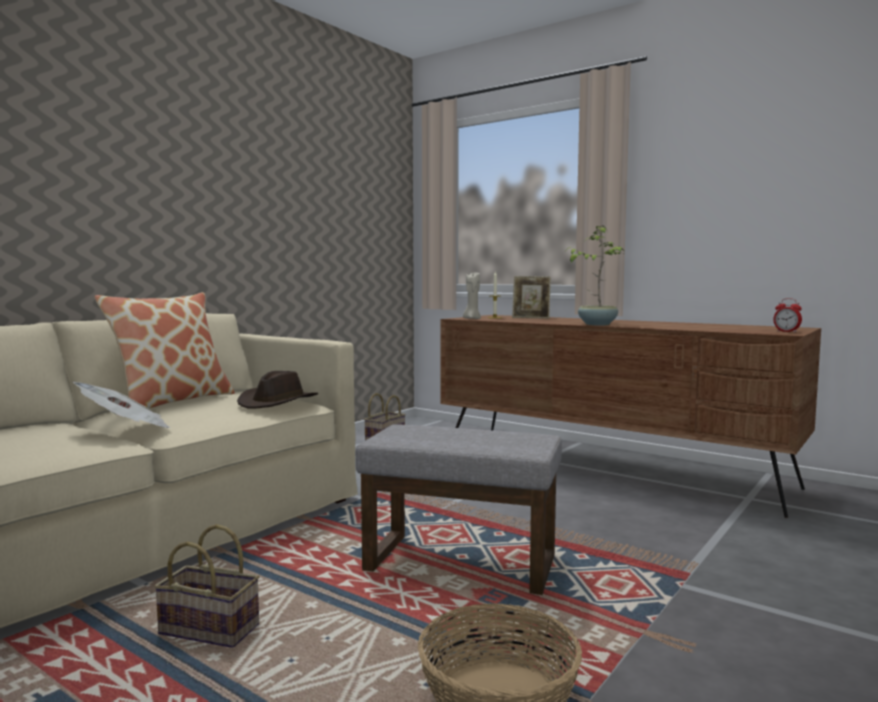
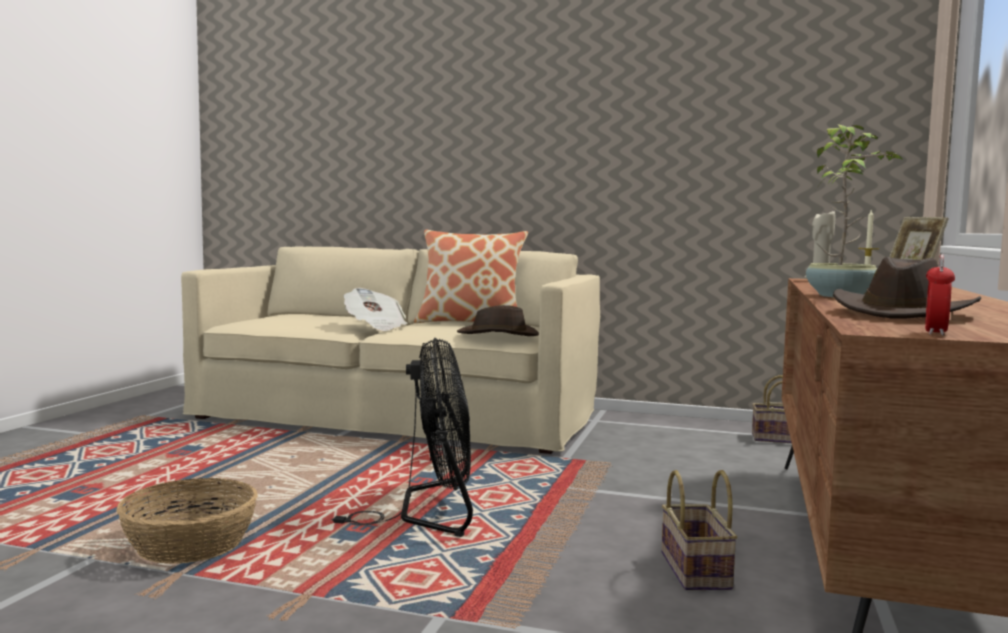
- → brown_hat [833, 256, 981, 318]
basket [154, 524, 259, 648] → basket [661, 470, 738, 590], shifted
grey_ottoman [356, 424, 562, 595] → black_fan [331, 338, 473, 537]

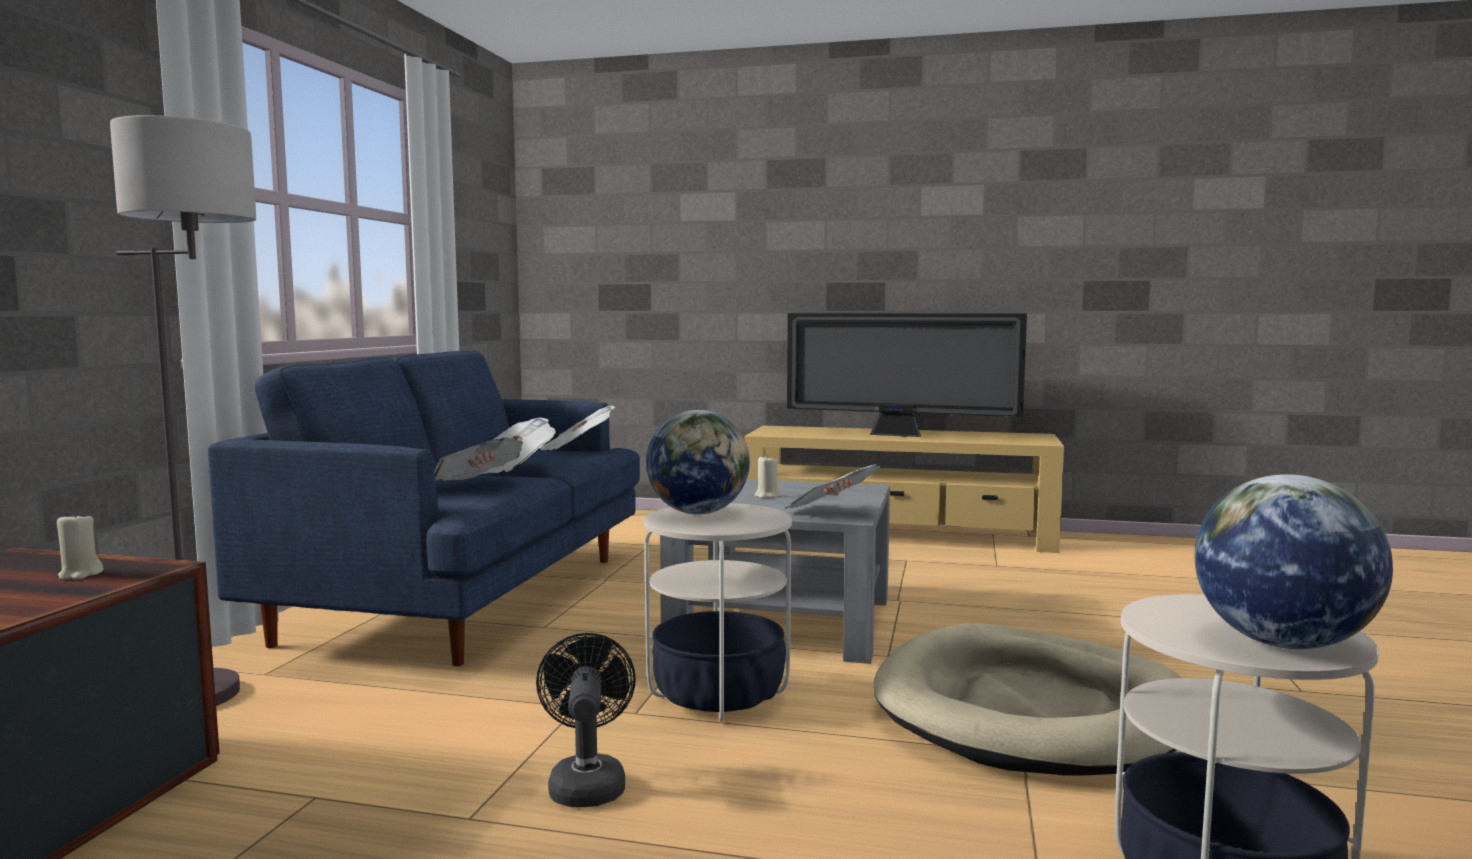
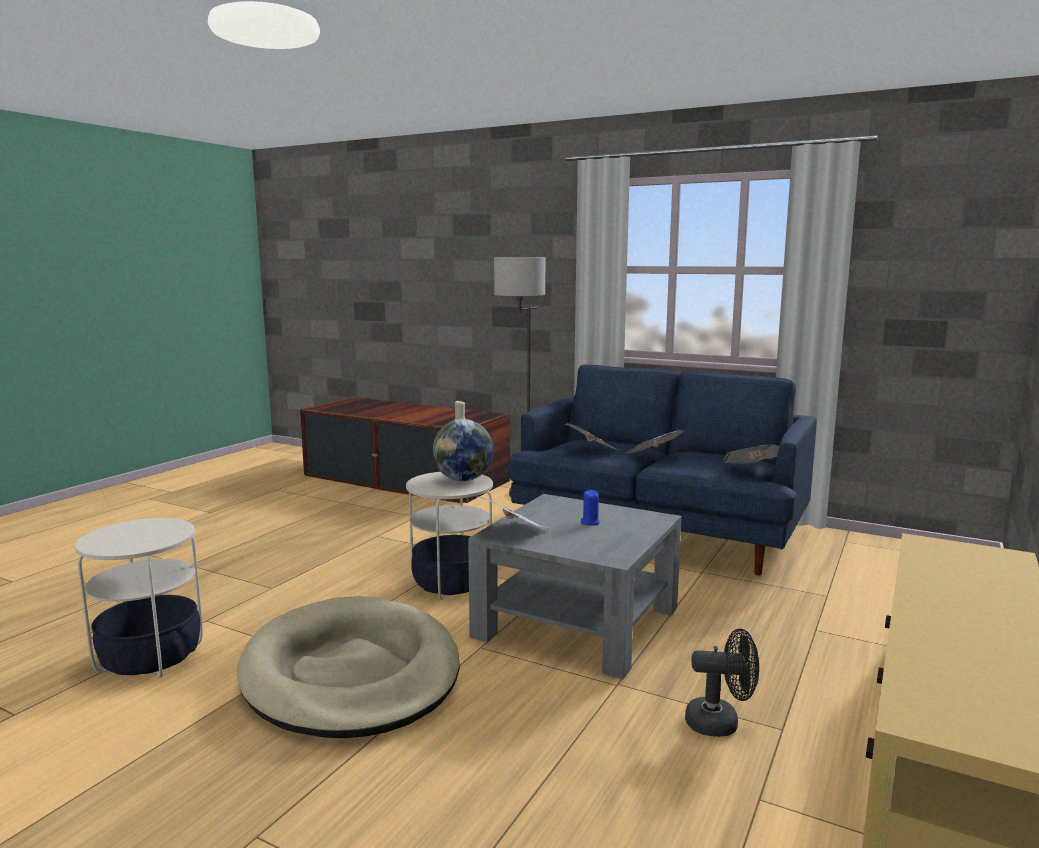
television [787, 313, 1027, 437] → -
globe [1195, 474, 1393, 649] → -
black_fan [536, 633, 636, 807] → black_fan [685, 629, 759, 737], shifted
beige_candle [755, 455, 780, 498] → blue_candle [581, 490, 600, 526]

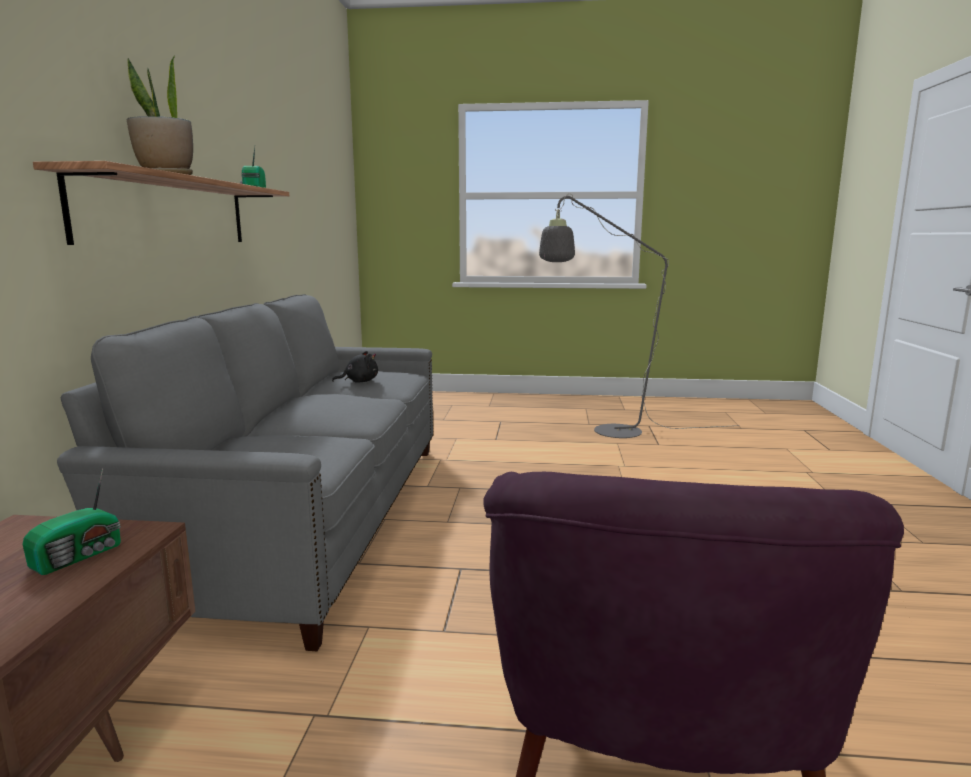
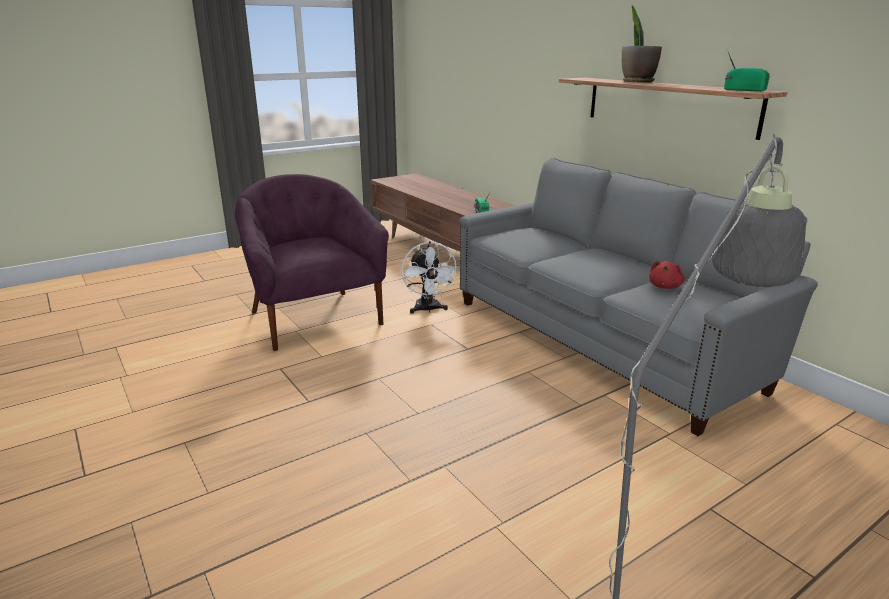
- → white_fan [401, 241, 459, 314]
black_plush_toy [332, 351, 378, 383] → red_plush_toy [649, 260, 685, 289]

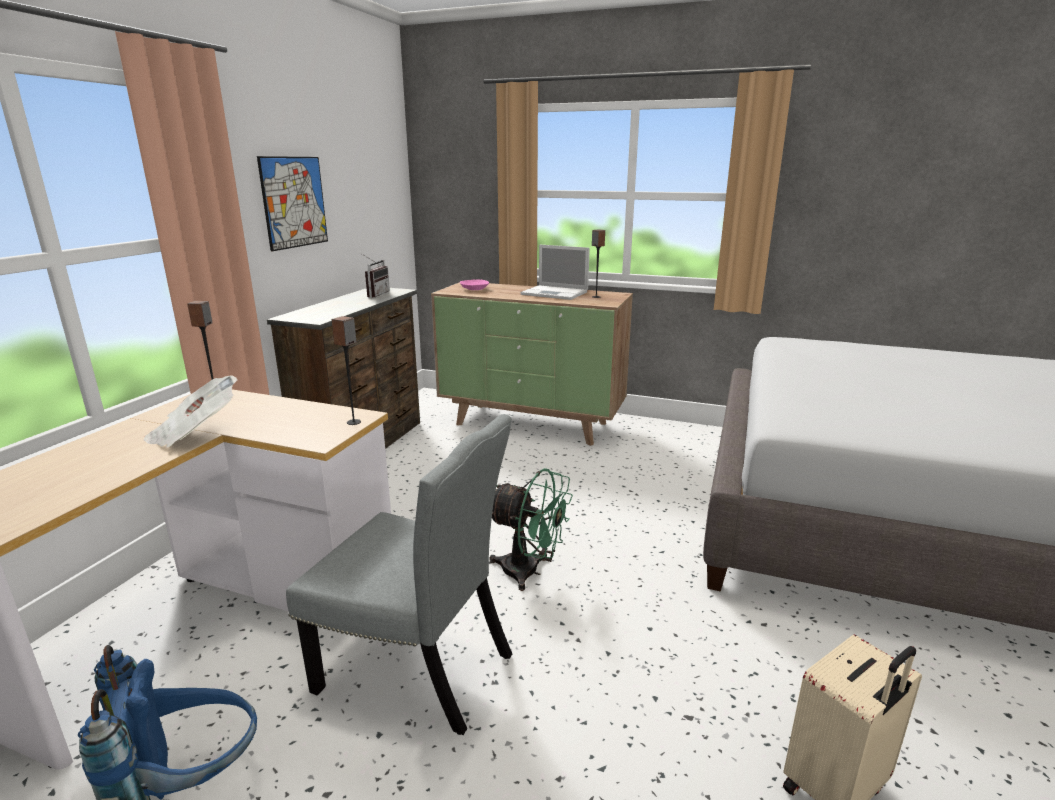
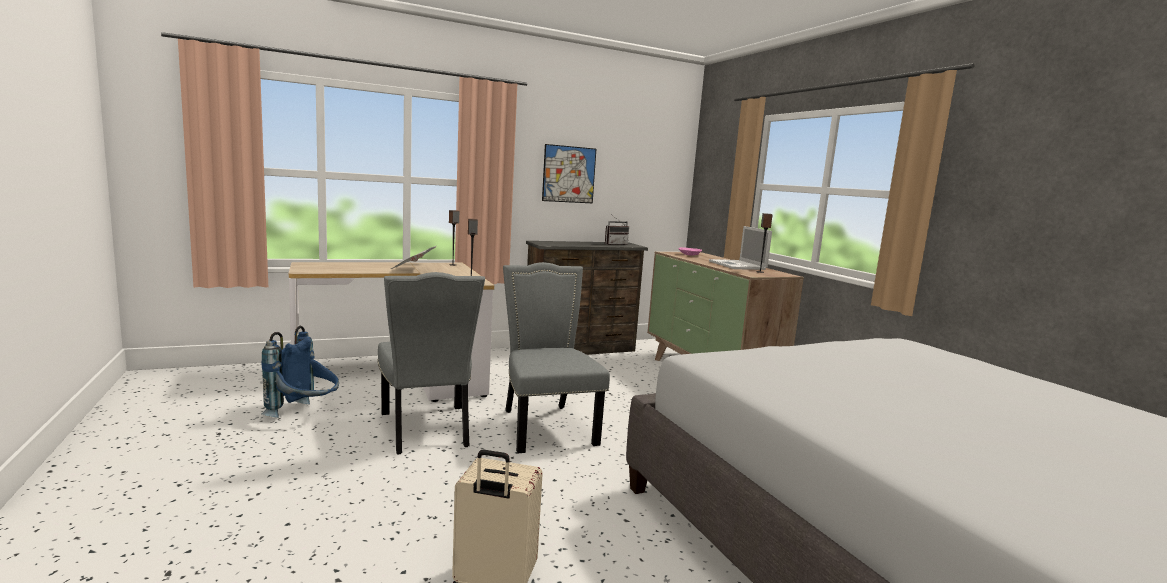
green_fan [490, 468, 573, 591] → grey_chair [503, 262, 610, 453]

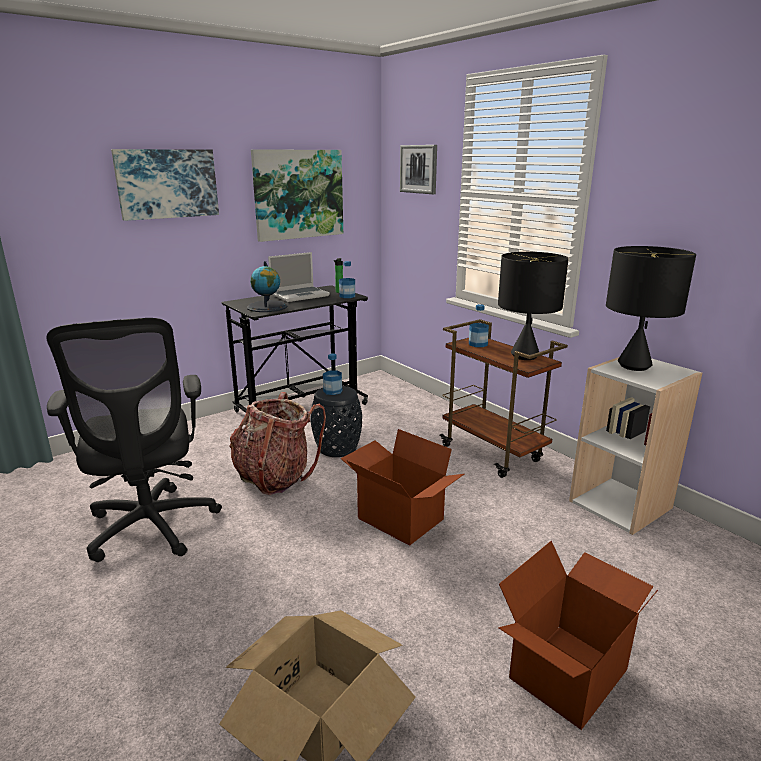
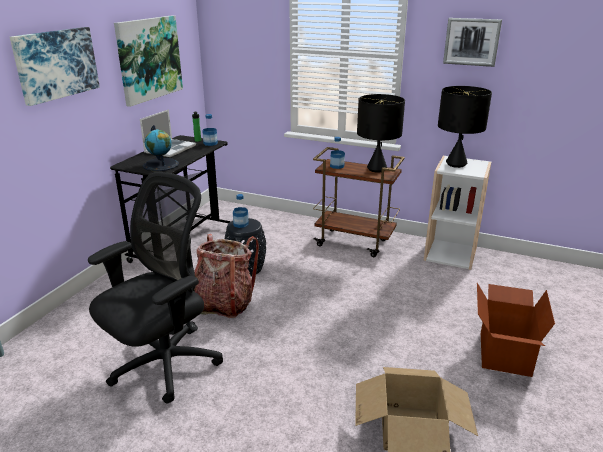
cardboard_box [341, 429, 464, 546] → -
picture [400, 145, 437, 194] → picture [443, 18, 502, 67], shifted
black_office_chair [46, 318, 222, 562] → black_office_chair [88, 172, 223, 404], 90 degrees counterclockwise

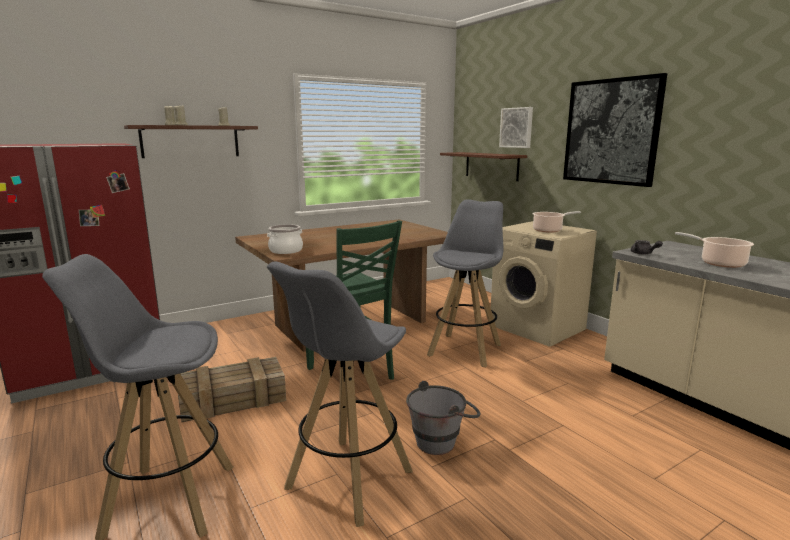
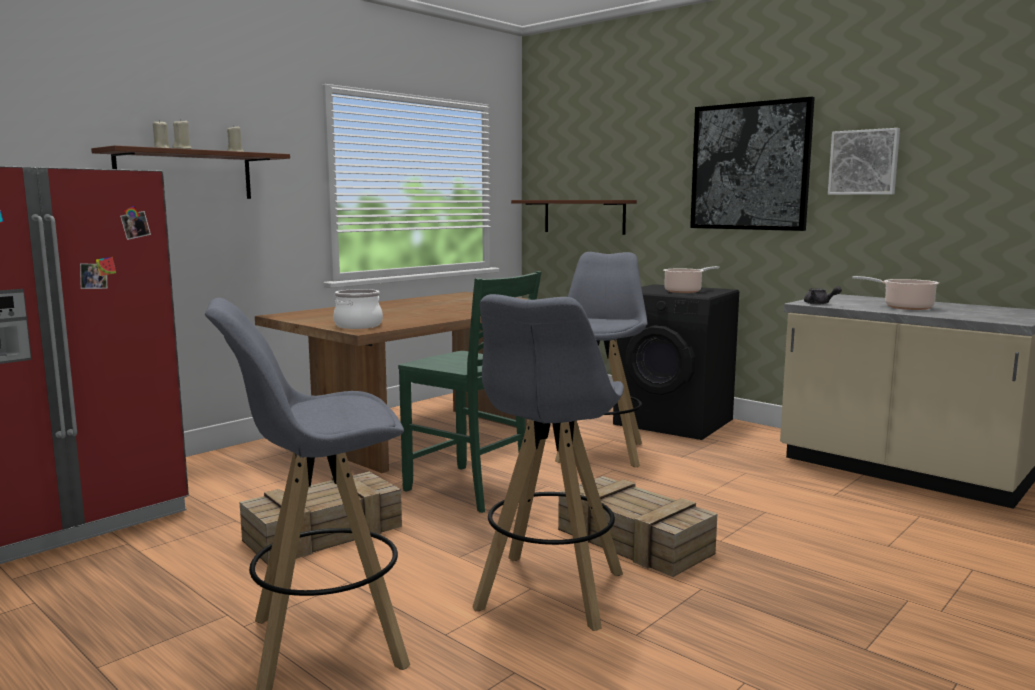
picture [499, 107, 533, 148] → picture [828, 128, 900, 195], shifted
grey_bucket [406, 381, 480, 455] → crate [558, 476, 717, 577]
beige_washing_machine [491, 221, 597, 347] → black_washing_machine [613, 284, 739, 440]

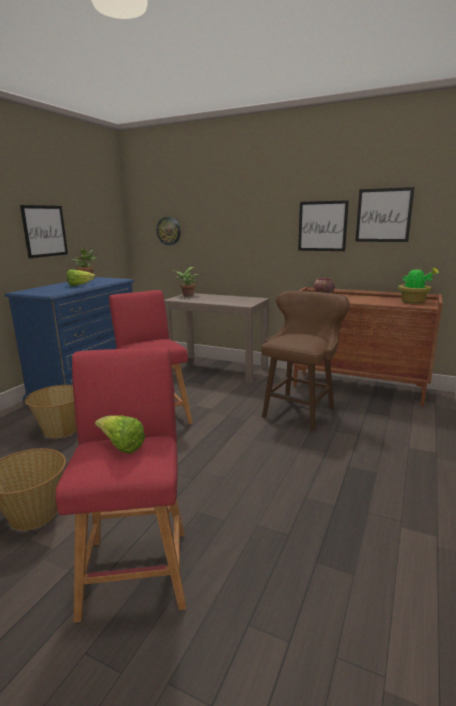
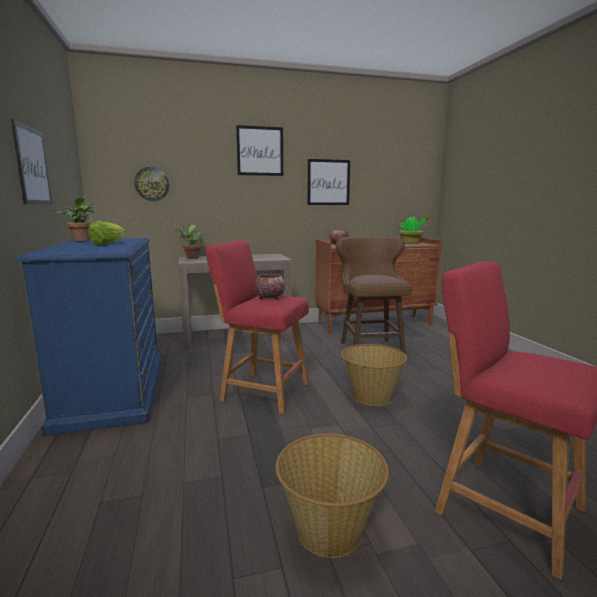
lettuce [95, 415, 145, 454] → -
- → bowl [255, 274, 285, 300]
basket [25, 385, 77, 438] → basket [341, 344, 407, 406], shifted
picture [355, 187, 415, 242] → picture [236, 125, 283, 176], shifted

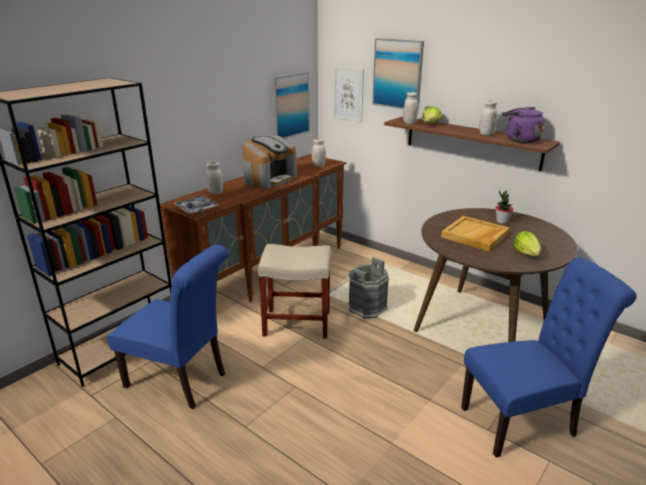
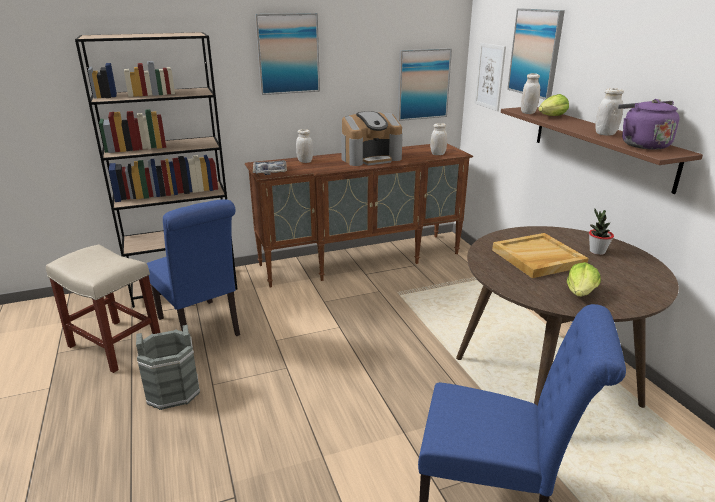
- → picture [255, 13, 320, 95]
beige_stool [258, 244, 331, 339] → beige_stool [46, 245, 160, 373], shifted
grey_bucket [348, 257, 389, 319] → grey_bucket [136, 325, 200, 410], shifted

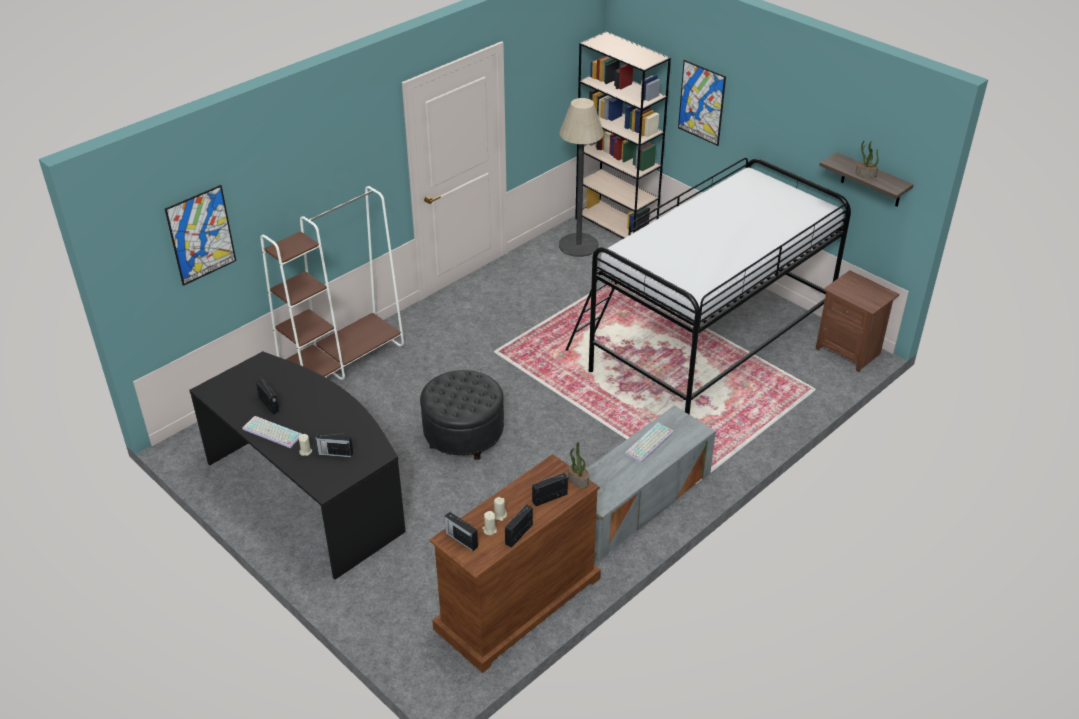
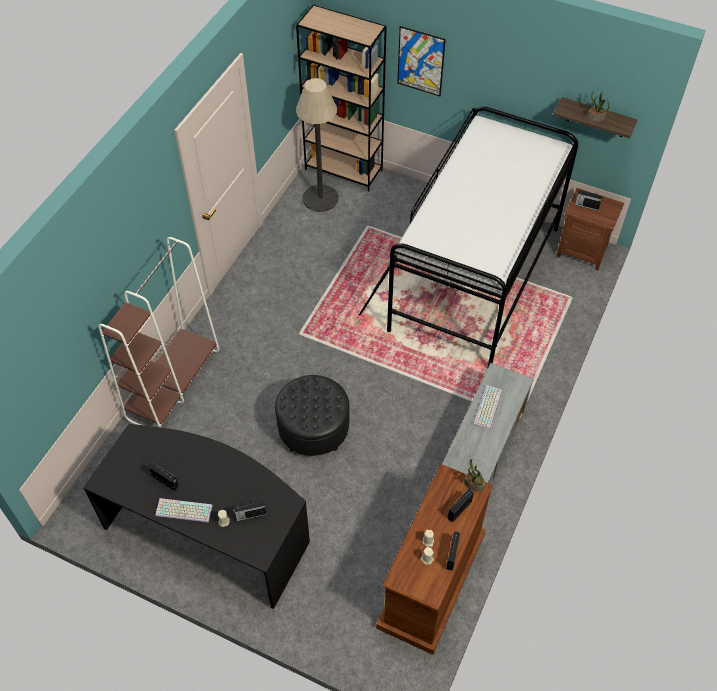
picture [165, 185, 236, 286] → -
radio [444, 512, 478, 551] → radio [575, 190, 603, 211], shifted

